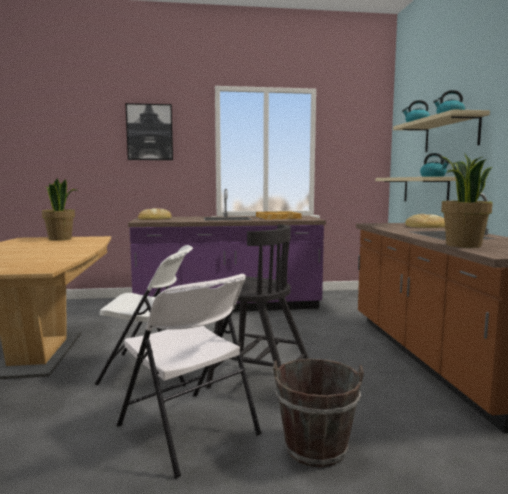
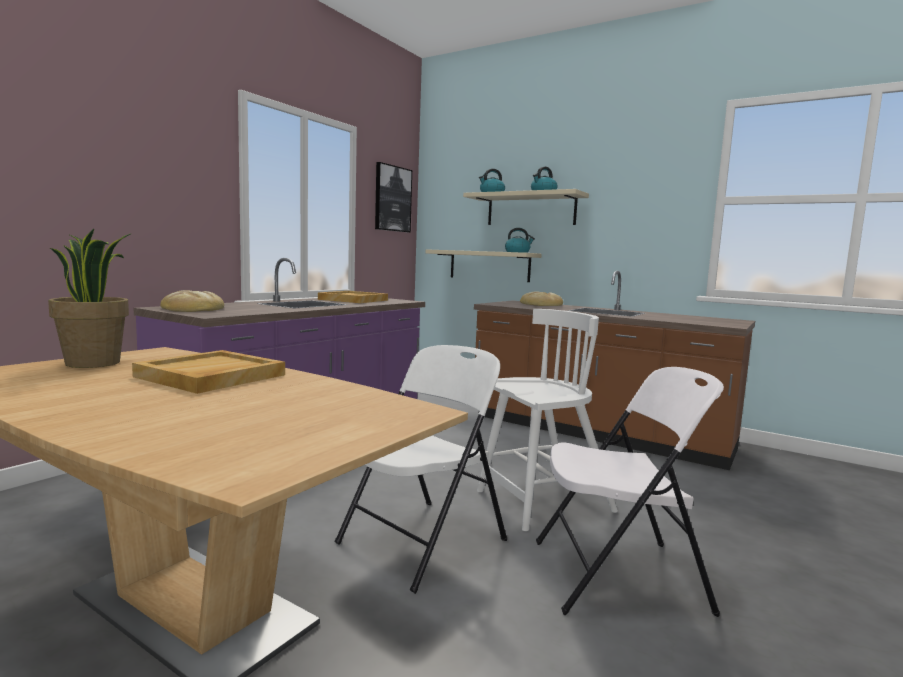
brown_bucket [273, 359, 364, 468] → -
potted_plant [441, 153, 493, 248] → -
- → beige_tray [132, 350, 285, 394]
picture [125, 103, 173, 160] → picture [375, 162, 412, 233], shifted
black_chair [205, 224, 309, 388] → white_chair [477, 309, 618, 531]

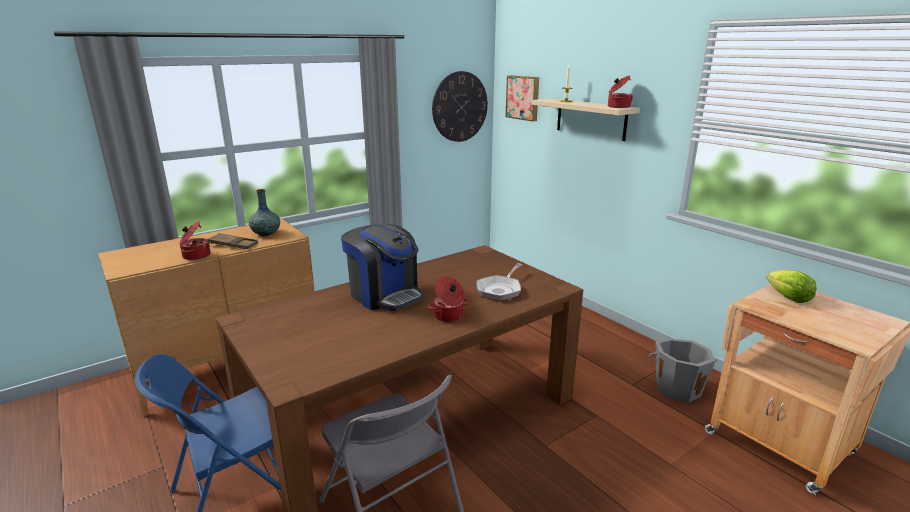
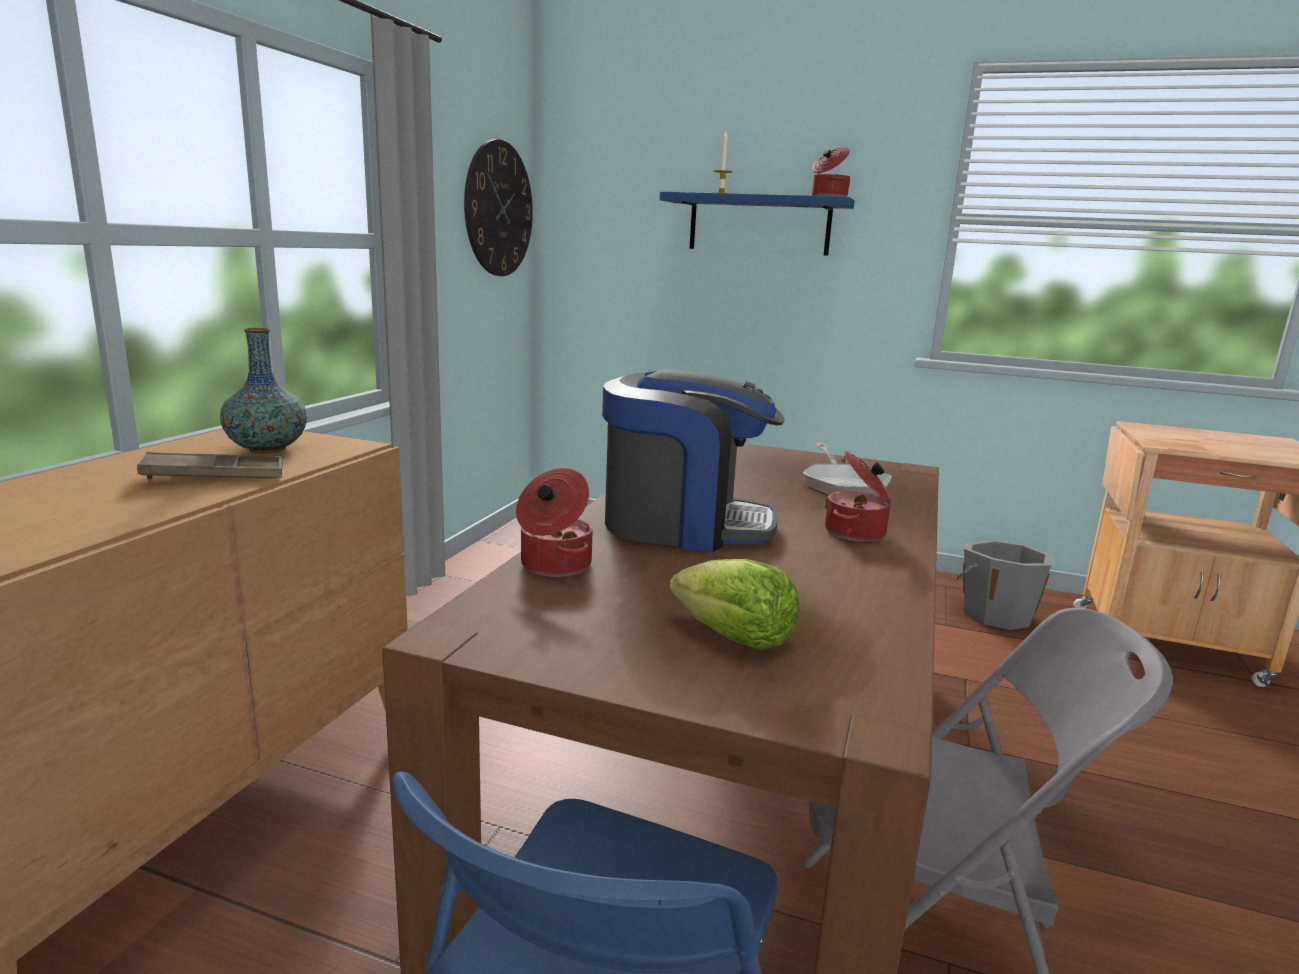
picture [506, 75, 539, 121] → -
cooking_pot [180, 221, 211, 260] → cooking_pot [516, 468, 593, 577], shifted
lettuce [766, 270, 817, 303] → lettuce [669, 559, 799, 650], shifted
beige_shelf [532, 98, 640, 141] → blue_shelf [660, 192, 855, 256]

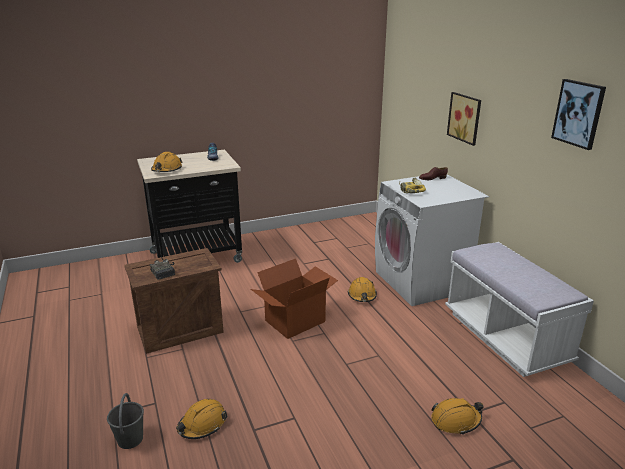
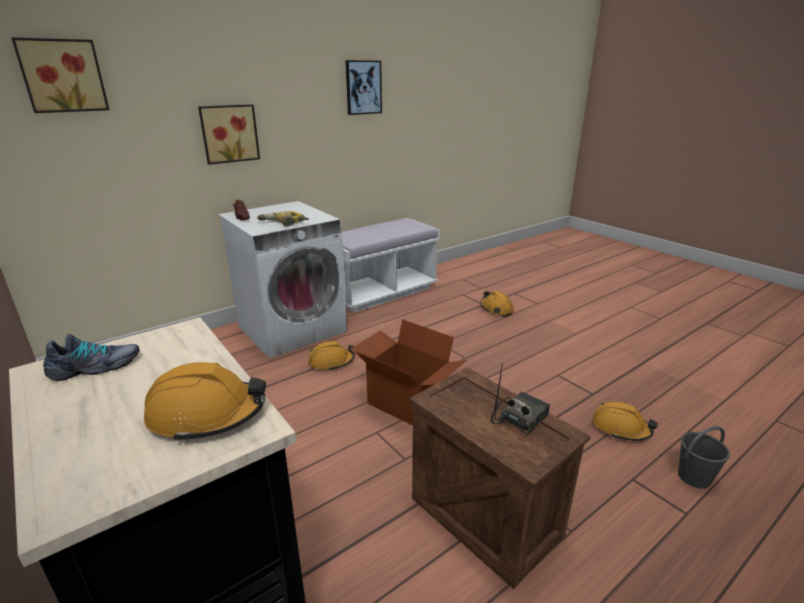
- → picture [12, 38, 109, 113]

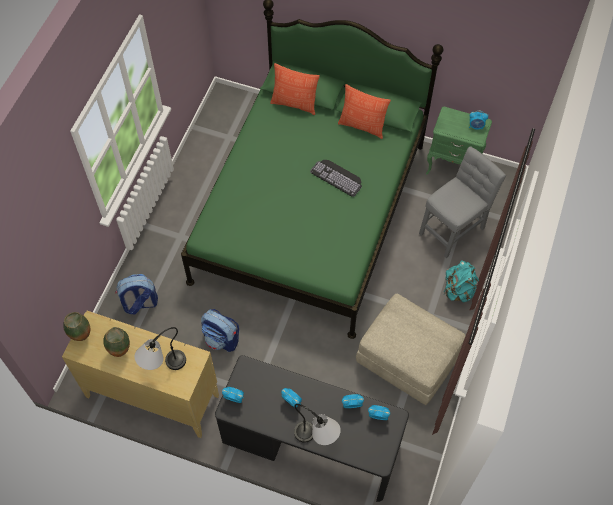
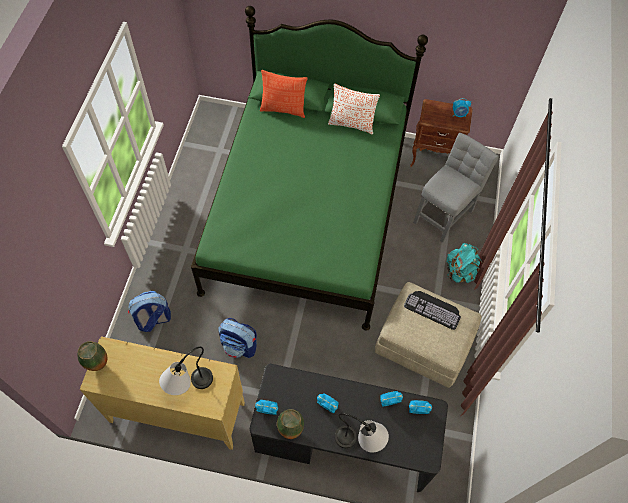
vase [103, 327, 130, 357] → vase [277, 409, 304, 439], shifted
keyboard [310, 160, 362, 197] → keyboard [404, 291, 461, 330], shifted
orange_pillow [338, 84, 391, 139] → white_pillow [328, 84, 380, 134]
green_nightstand [426, 107, 492, 175] → brown_nightstand [410, 99, 473, 167]

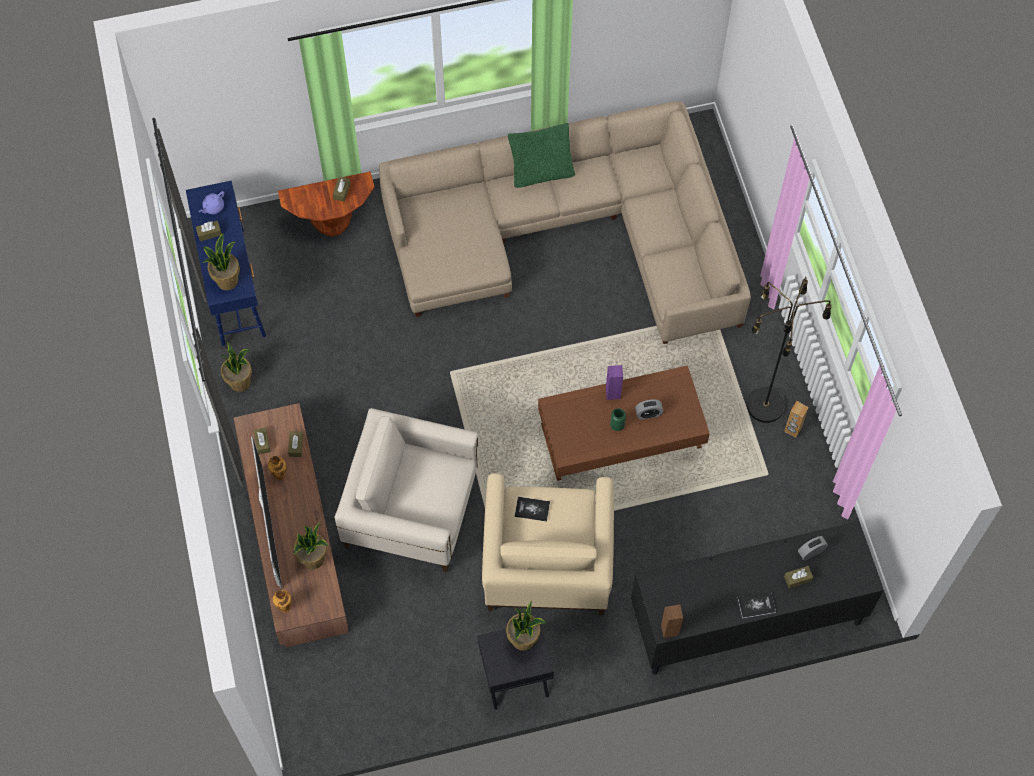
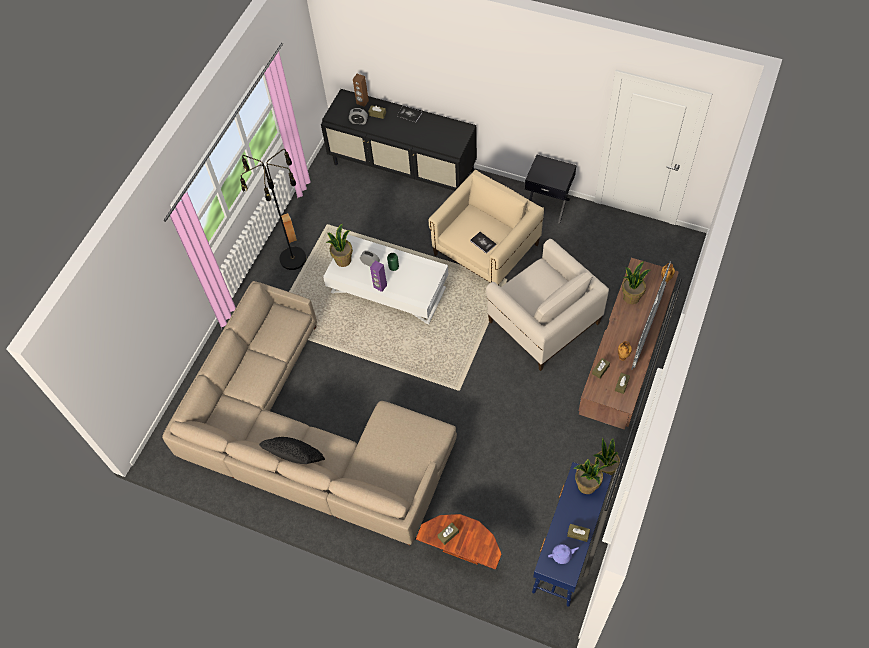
potted_plant [506, 601, 546, 651] → potted_plant [326, 223, 353, 267], shifted
brown_speaker [661, 605, 683, 638] → brown_speaker [353, 74, 369, 107], shifted
green_pillow [508, 123, 575, 188] → black_pillow [259, 437, 325, 464]
brown_coffee_table [538, 365, 710, 481] → white_coffee_table [323, 234, 448, 324]

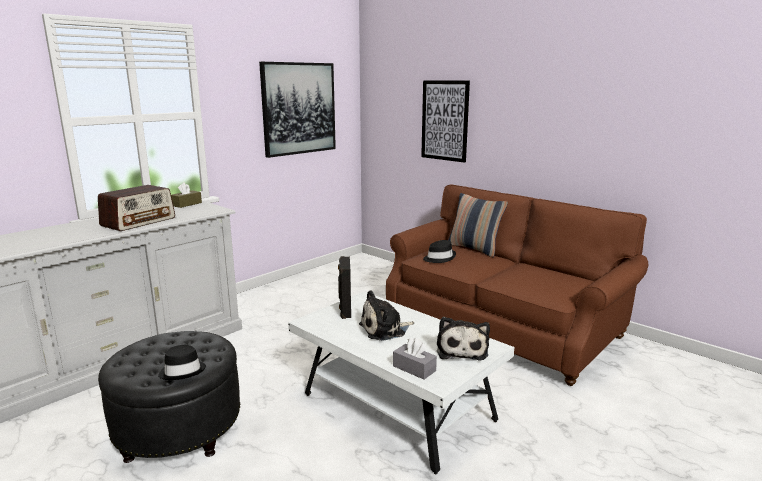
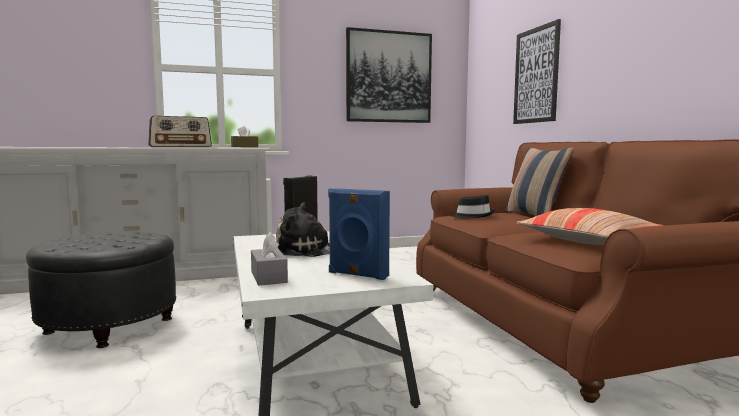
black_hat [158, 345, 206, 380] → -
- → pillow [516, 208, 664, 245]
plush_toy [437, 317, 490, 361] → blue_speaker [328, 188, 390, 280]

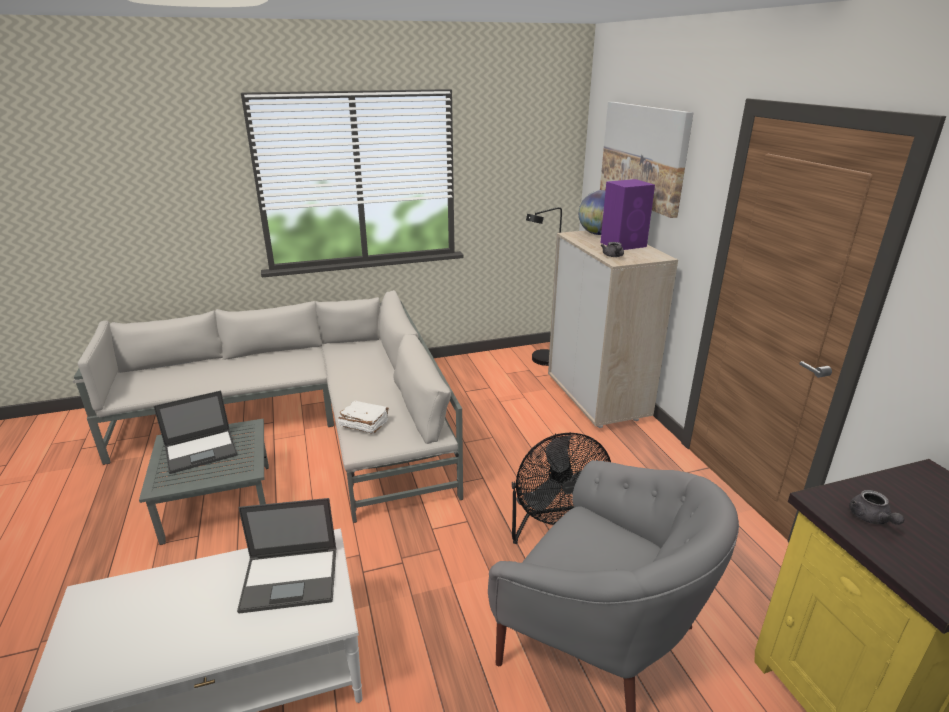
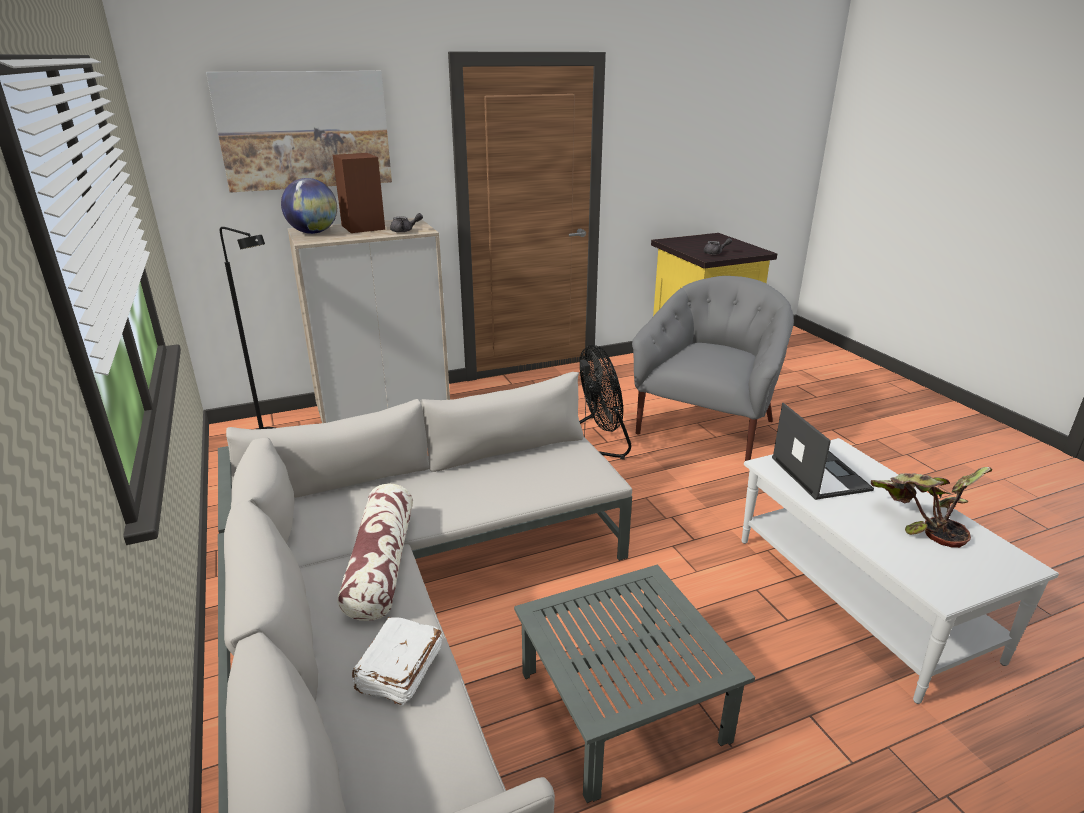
laptop [154, 391, 237, 474] → -
- → pillow [337, 483, 413, 621]
- → potted_plant [871, 467, 993, 548]
white_book [338, 401, 389, 434] → white_book [352, 617, 442, 706], shifted
purple_speaker [600, 179, 655, 250] → brown_speaker [333, 153, 385, 233]

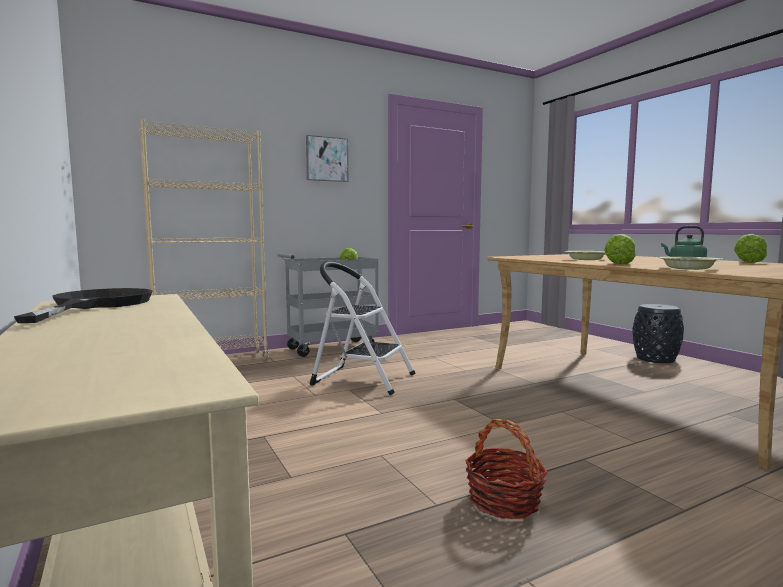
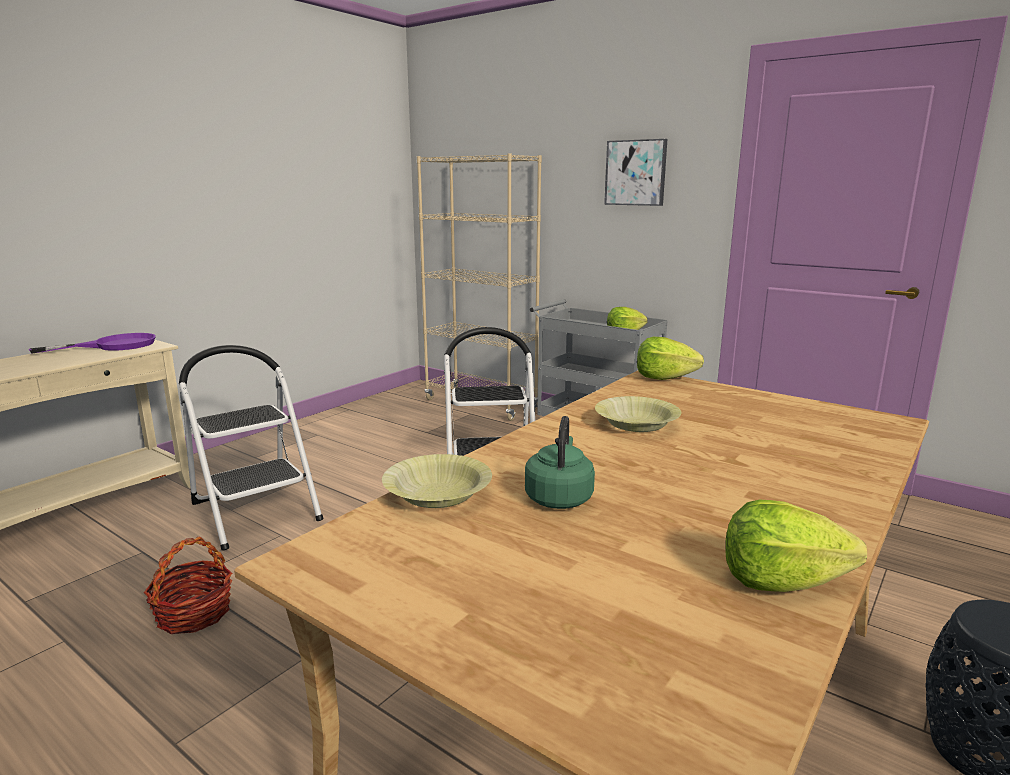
- → step_ladder [179, 345, 323, 551]
lettuce [604, 234, 636, 264] → lettuce [637, 337, 704, 380], shifted
black_frying_pan [14, 288, 153, 323] → purple_frying_pan [29, 333, 156, 354]

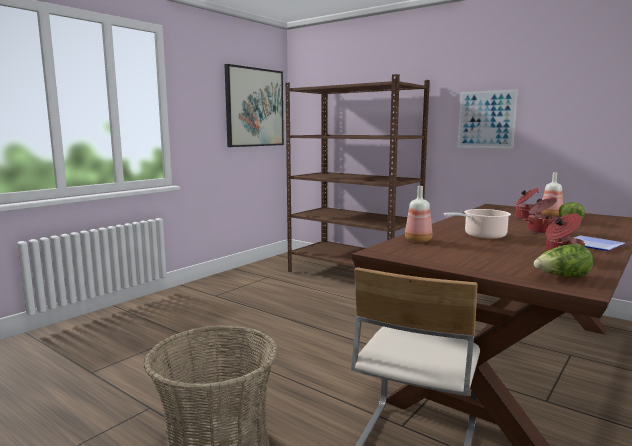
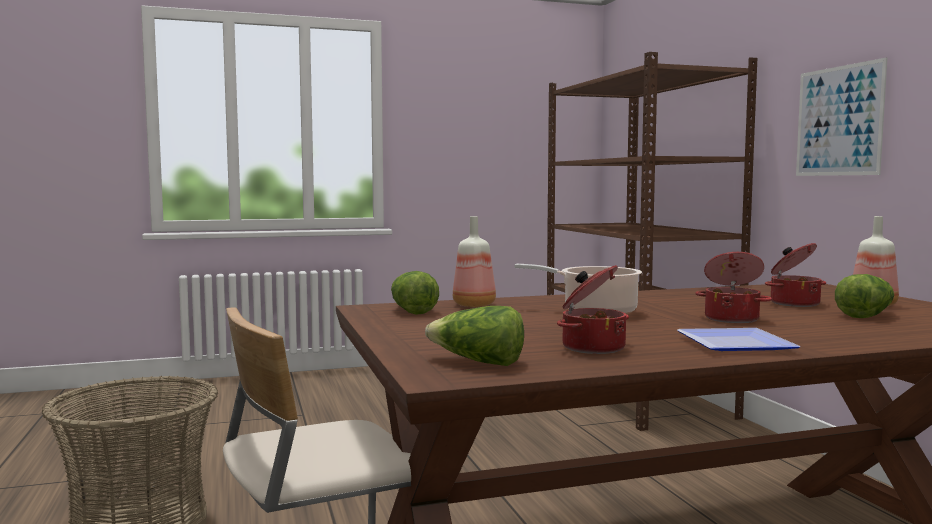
picture [224, 64, 284, 147] → -
- → lettuce [391, 271, 439, 315]

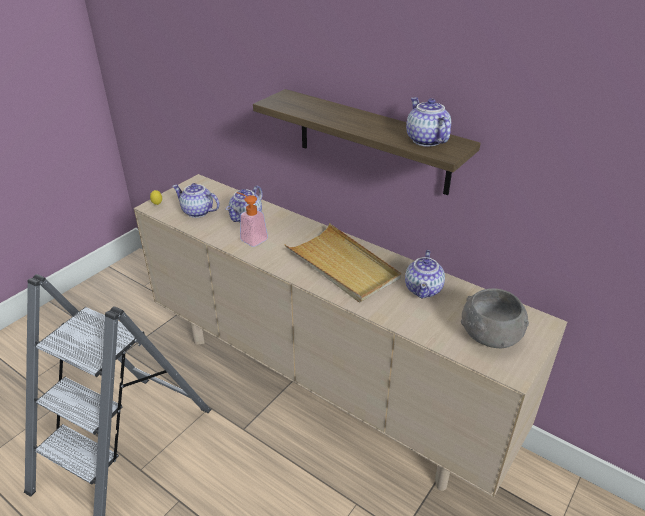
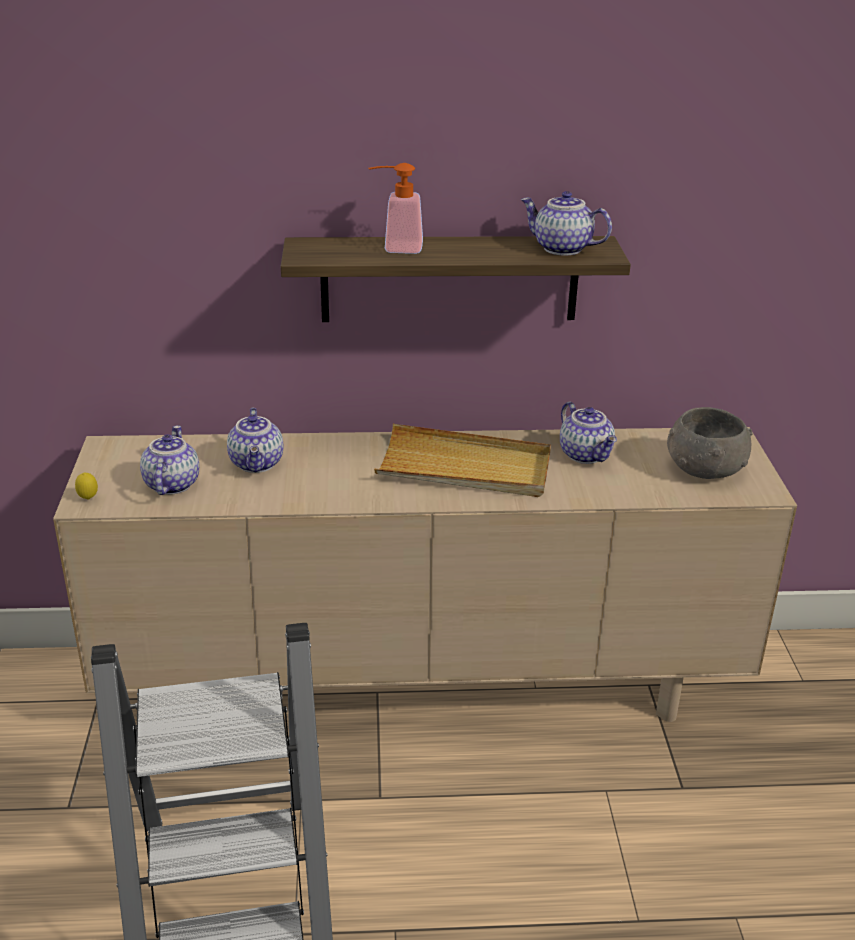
soap_dispenser [236, 192, 268, 247] → soap_dispenser [368, 163, 423, 254], shifted
teapot [172, 183, 219, 218] → teapot [140, 426, 199, 495], 105 degrees clockwise

